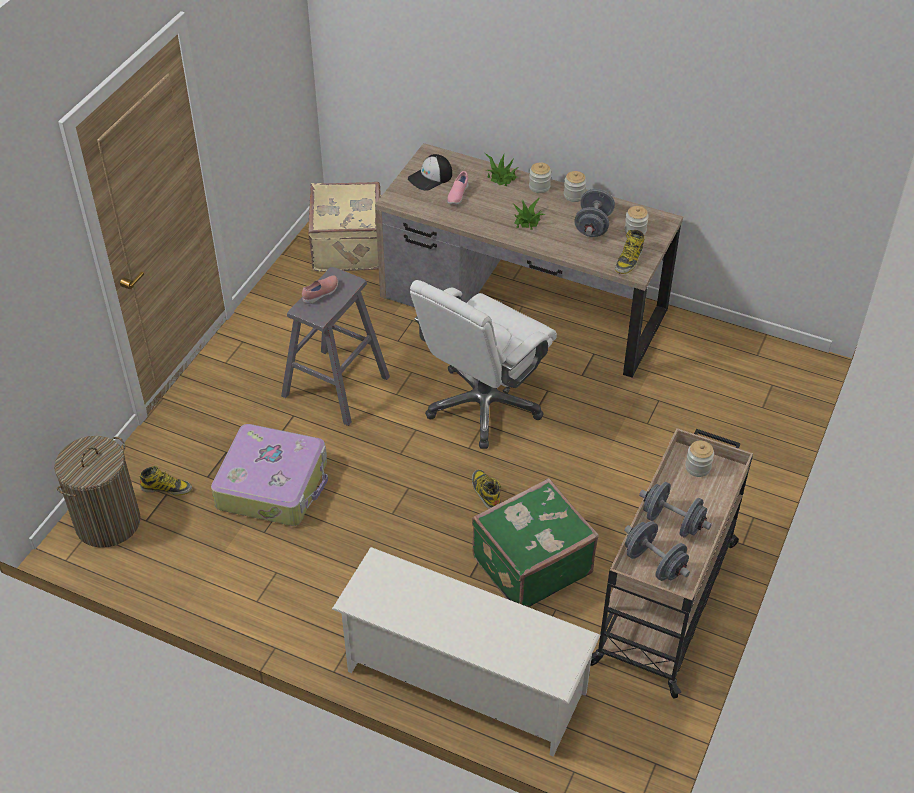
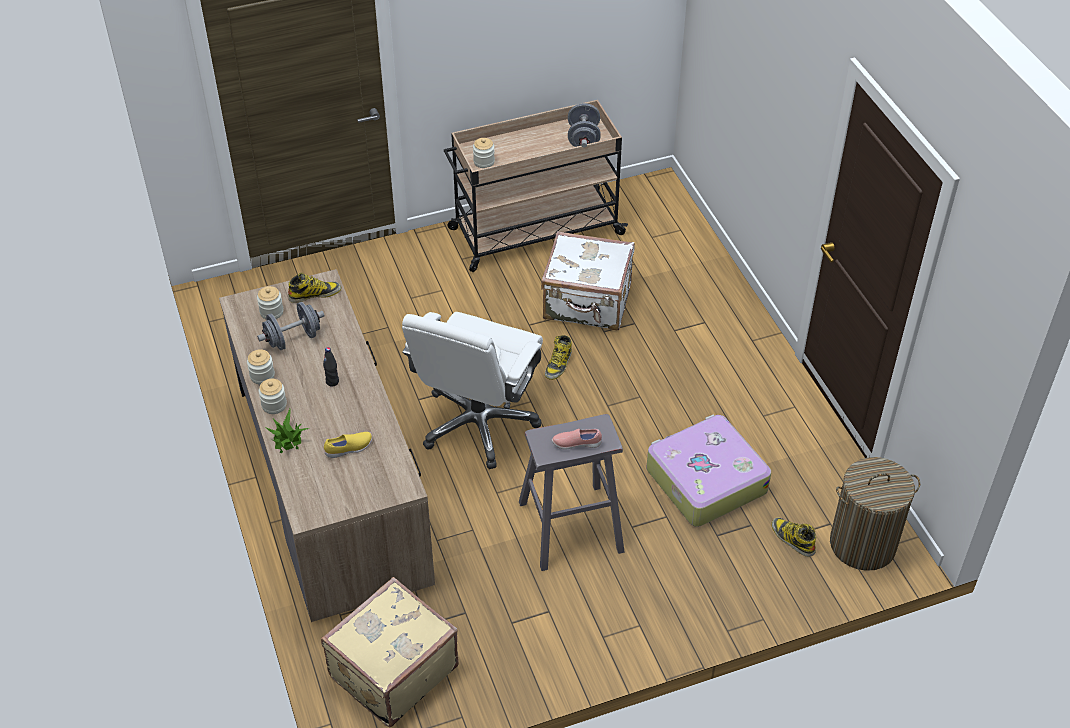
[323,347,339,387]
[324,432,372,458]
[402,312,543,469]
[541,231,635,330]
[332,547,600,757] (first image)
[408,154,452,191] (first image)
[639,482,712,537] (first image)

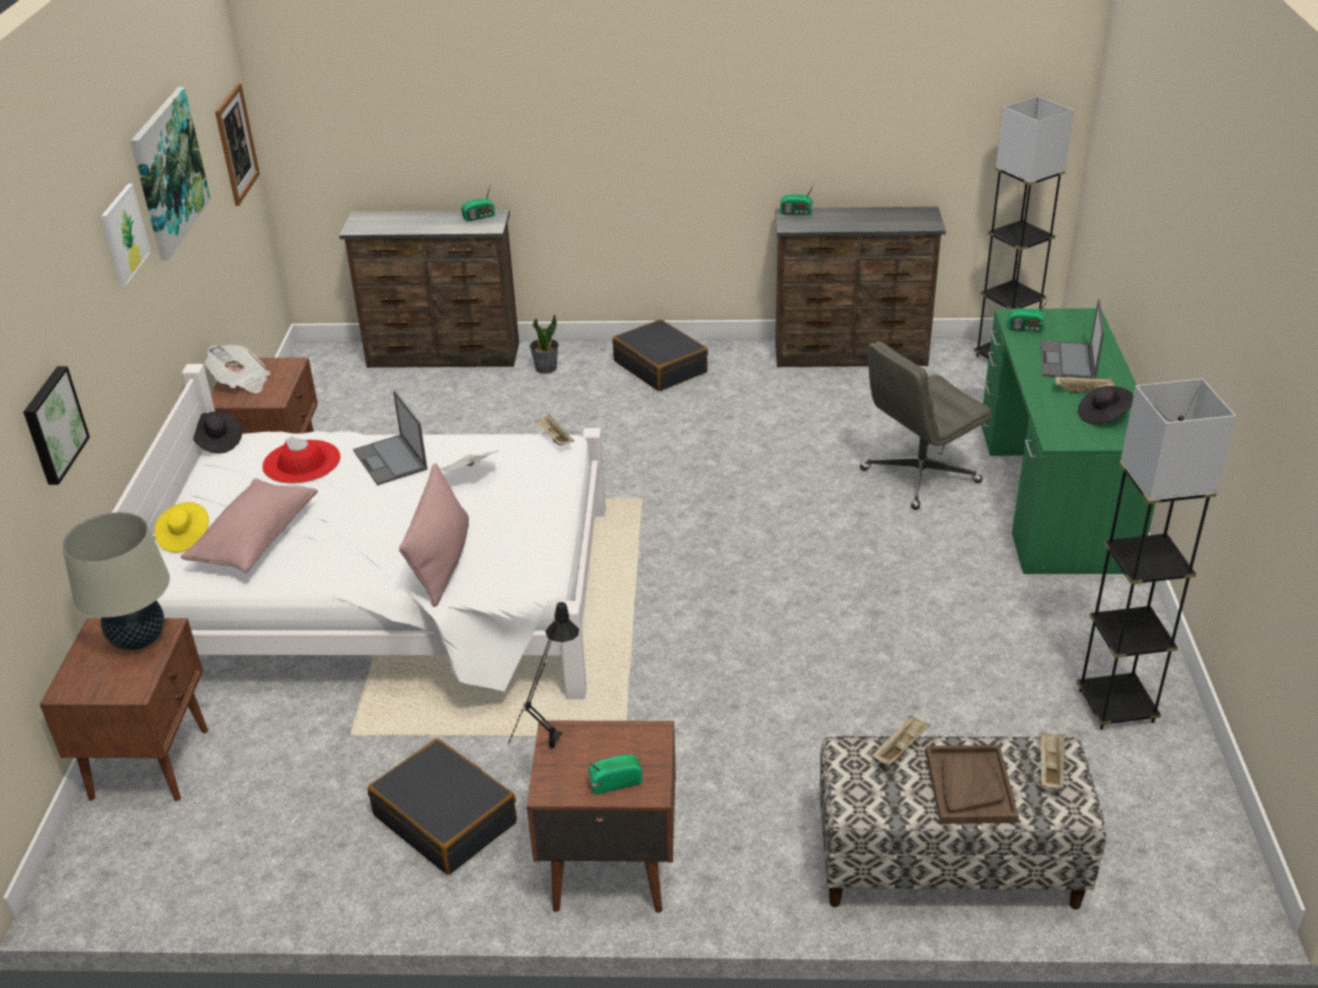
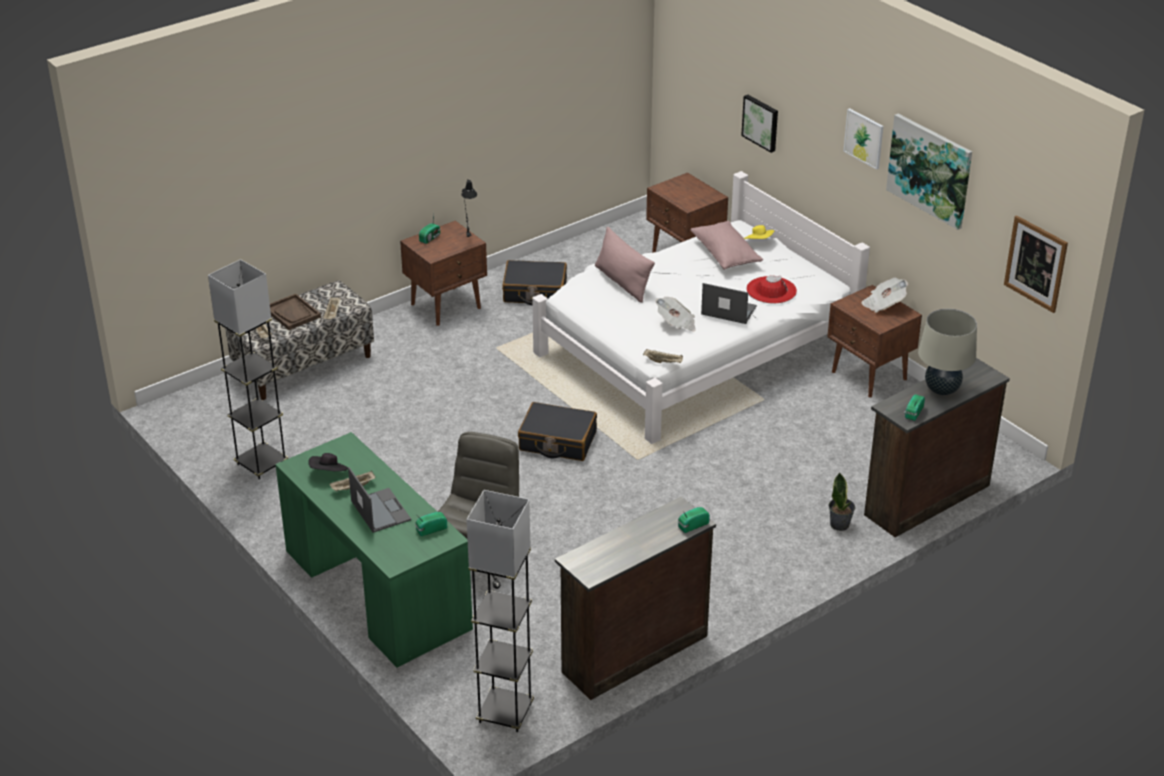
[518,402,597,461]
[918,309,977,395]
[193,412,242,454] (first image)

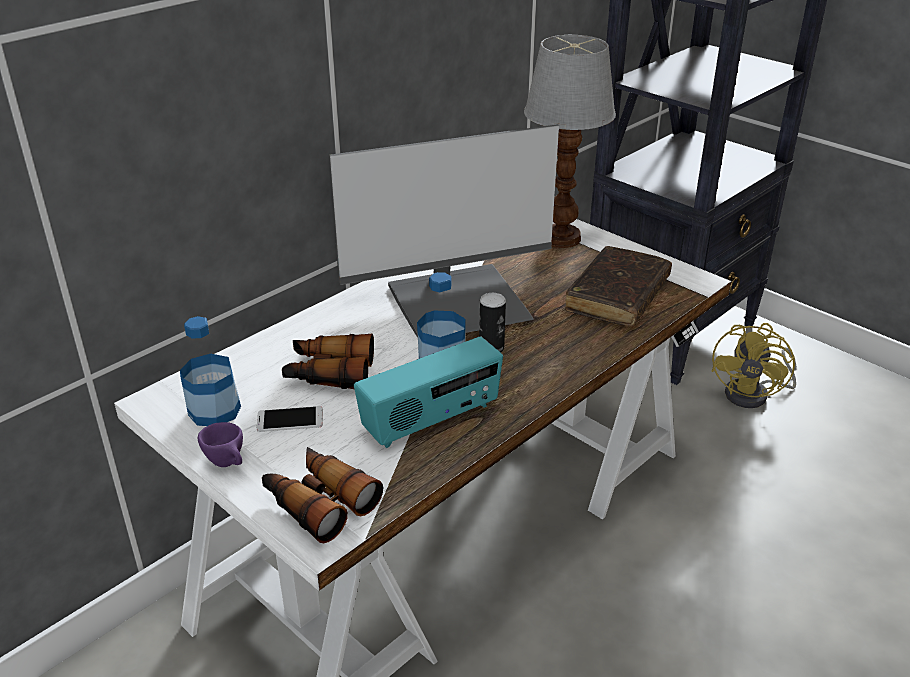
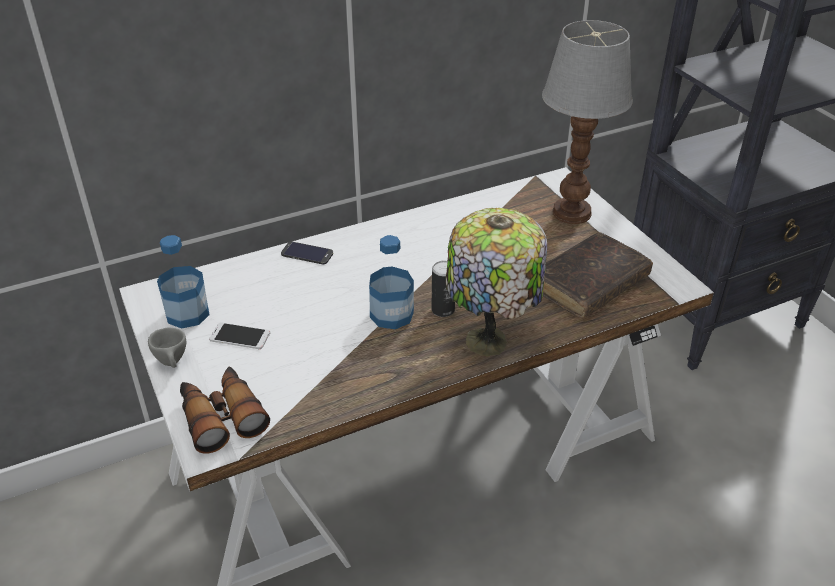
[148,328,186,368]
[281,242,333,264]
[446,208,547,356]
[282,334,374,389] (first image)
[329,124,559,337] (first image)
[354,337,503,448] (first image)
[711,323,796,408] (first image)

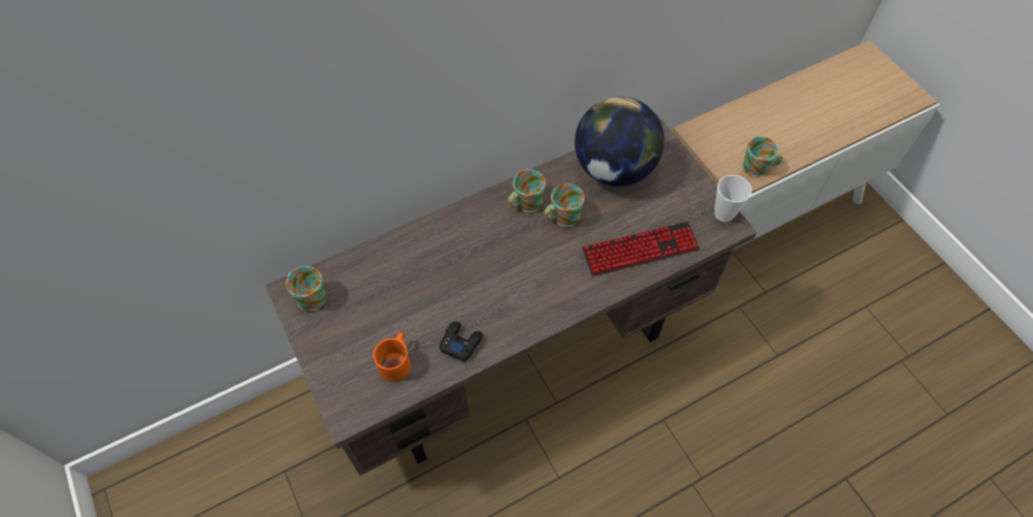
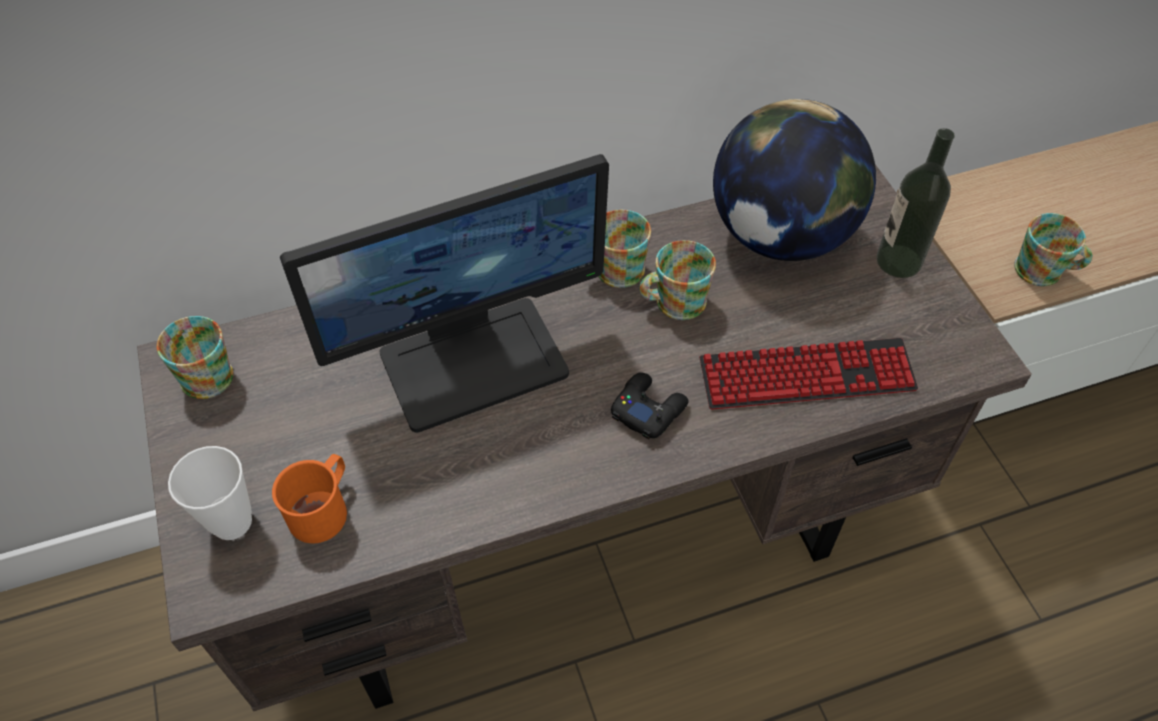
[168,446,252,540]
[280,154,609,433]
[611,372,688,439]
[877,128,955,278]

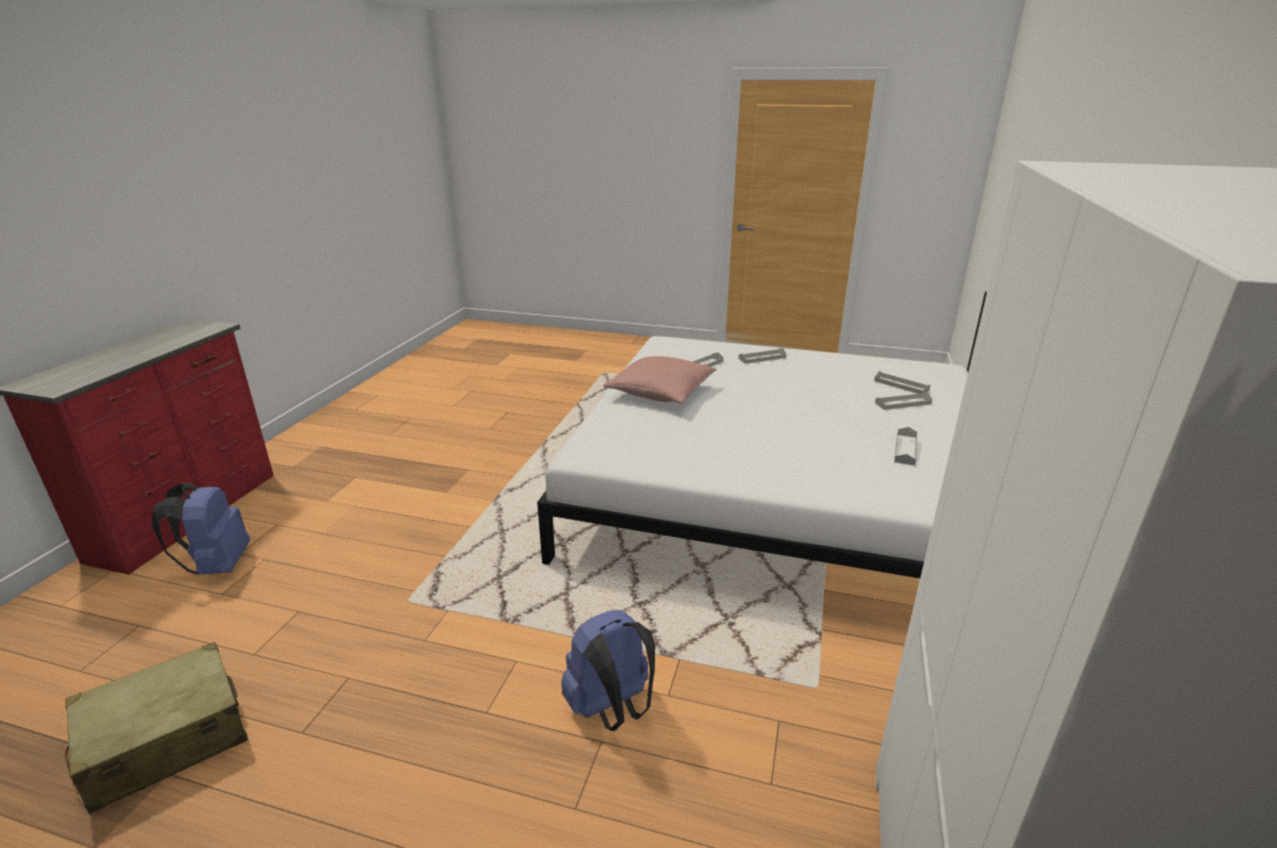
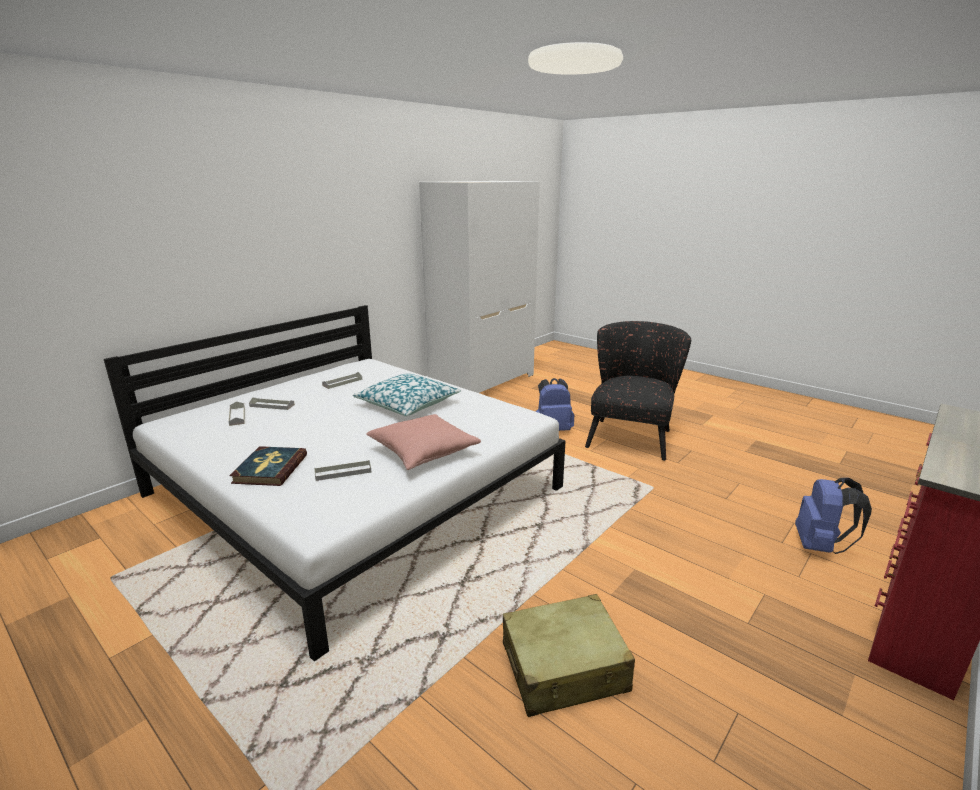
[229,446,307,486]
[352,374,461,416]
[503,594,635,717]
[585,321,691,461]

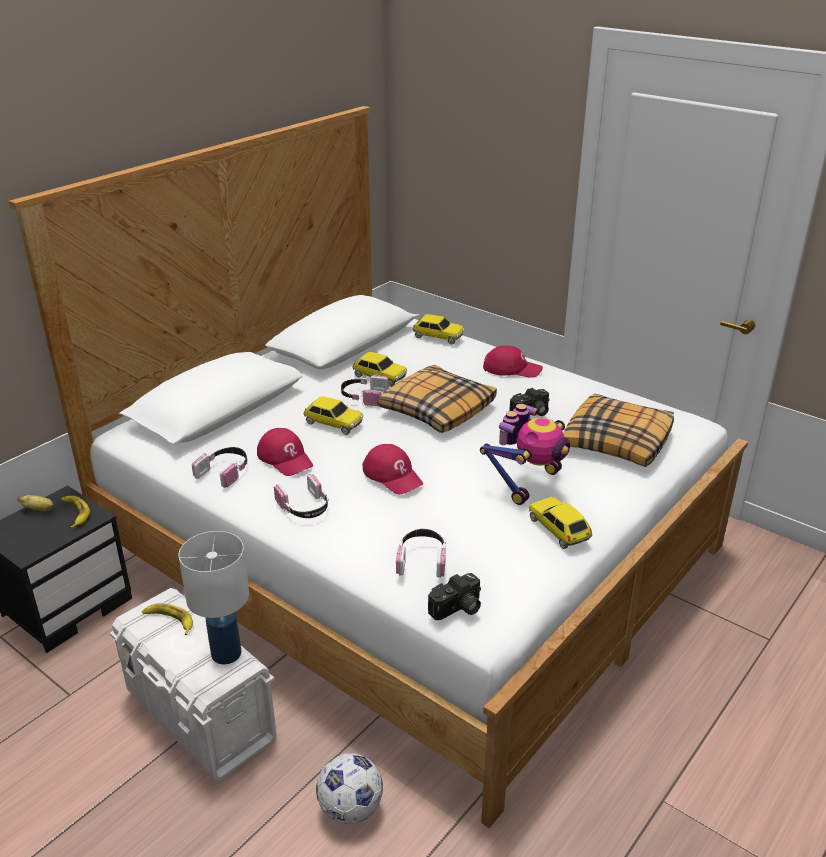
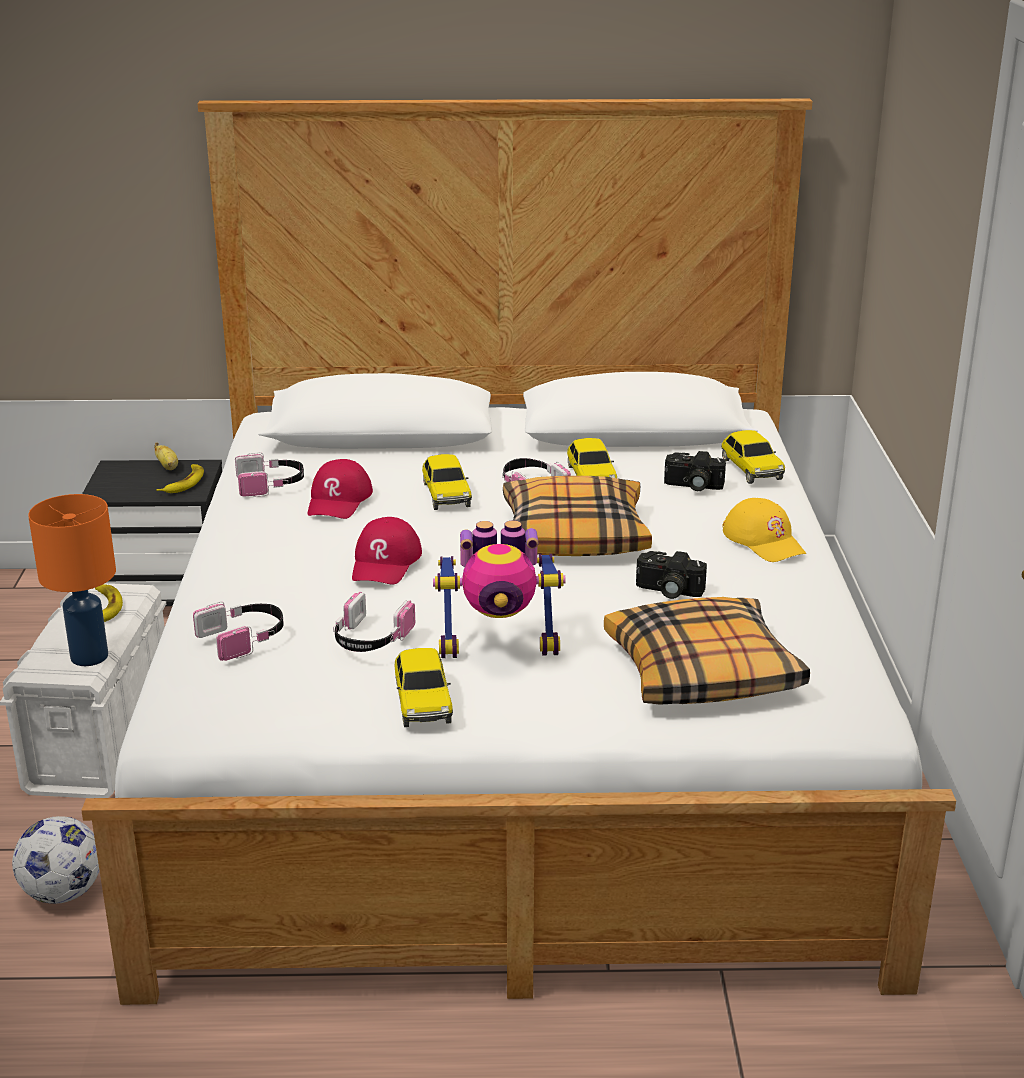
[28,494,116,666]
[333,592,415,652]
[394,648,453,727]
[664,451,726,491]
[722,498,806,562]

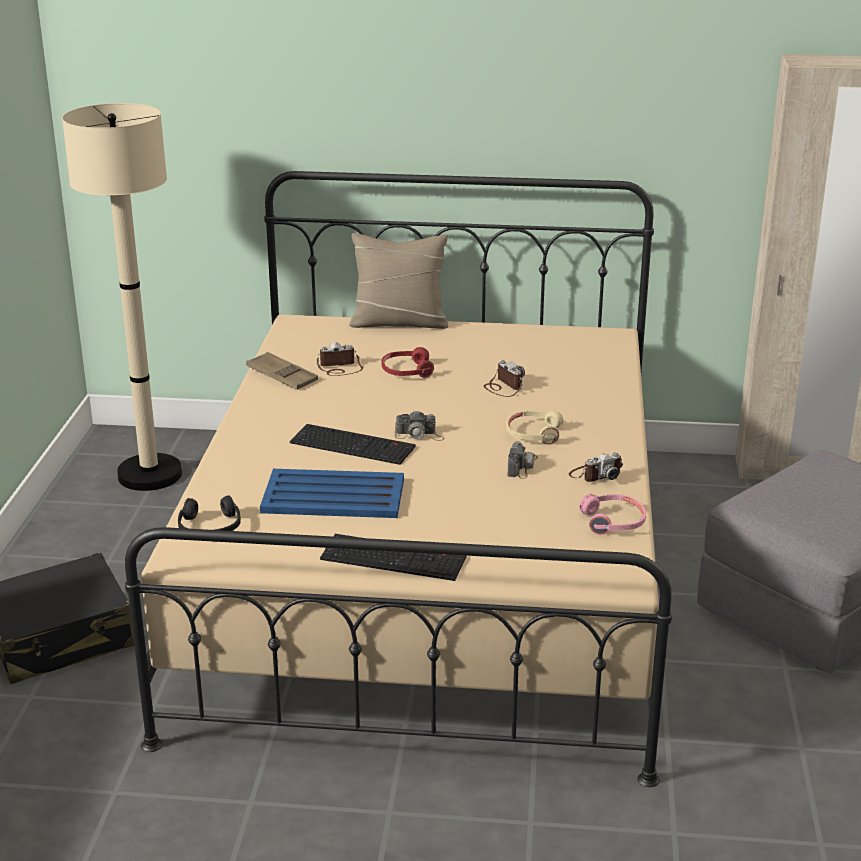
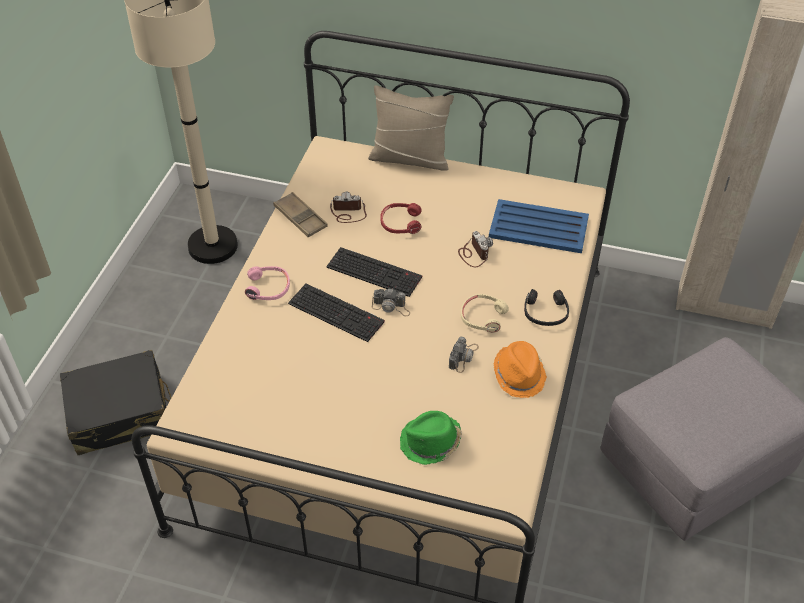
[245,266,290,300]
[326,247,422,297]
[400,411,462,465]
[489,199,589,253]
[494,341,547,398]
[524,289,569,326]

